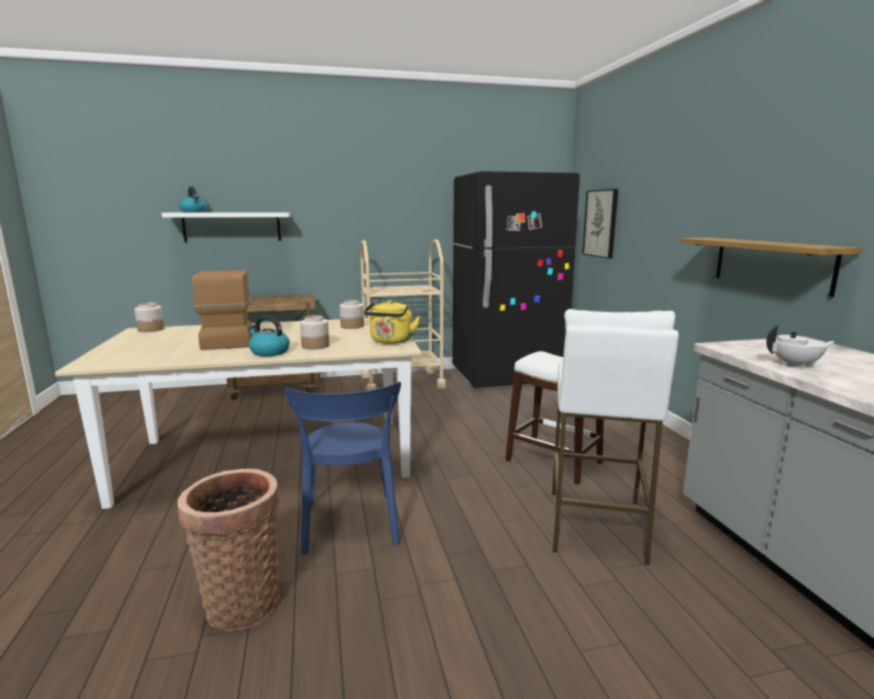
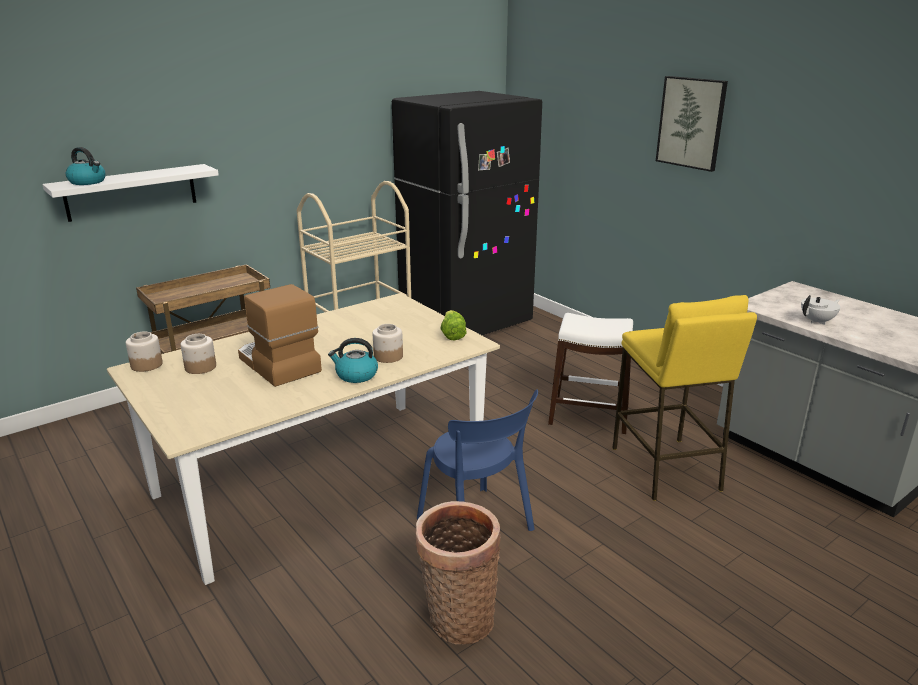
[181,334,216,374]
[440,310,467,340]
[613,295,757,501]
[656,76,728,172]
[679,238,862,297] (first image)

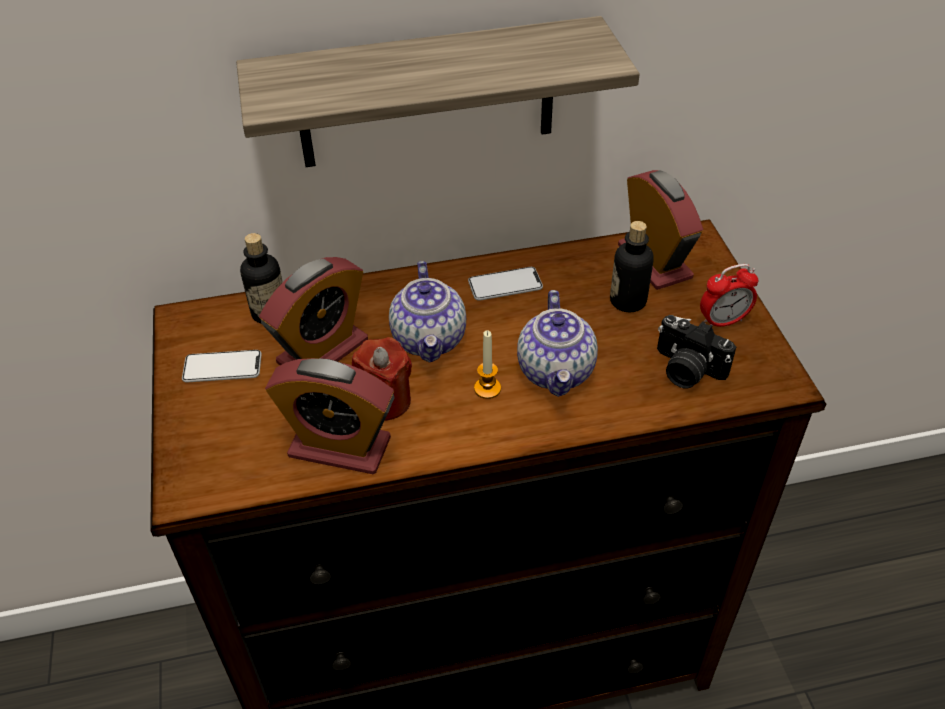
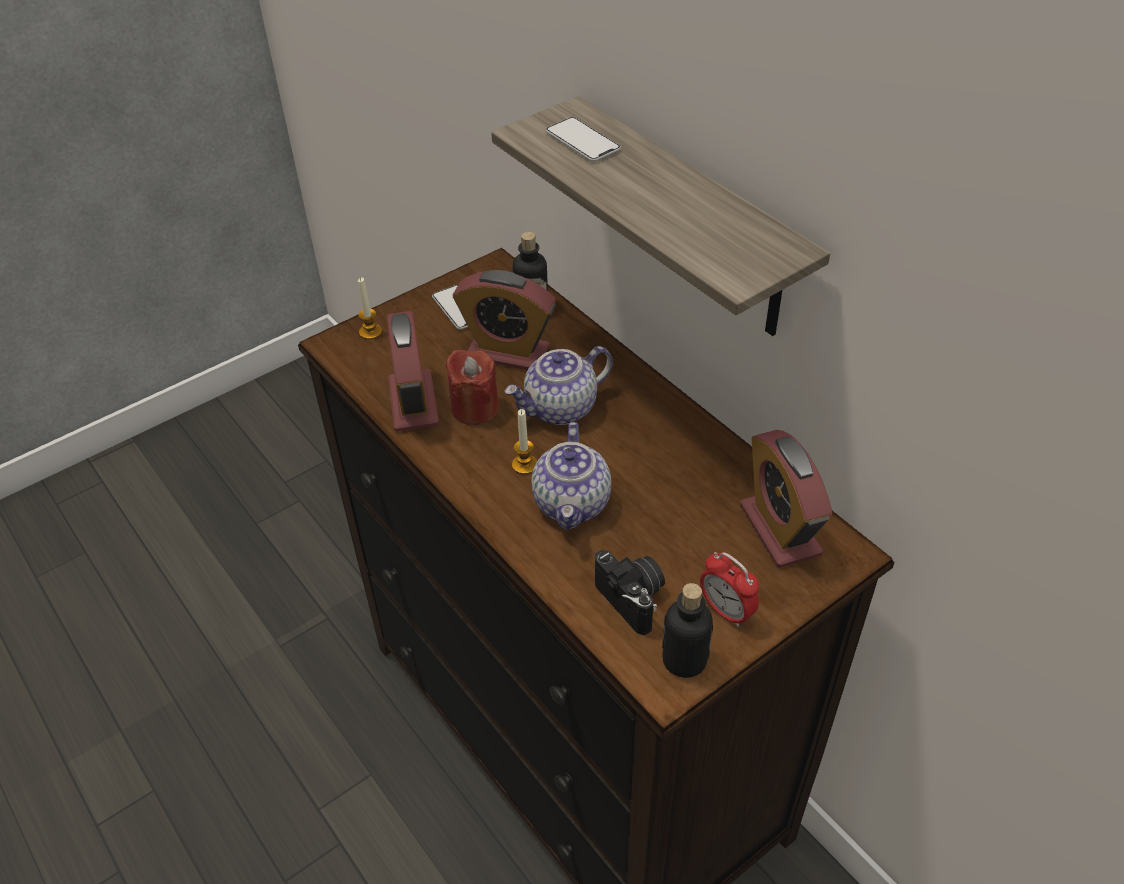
[358,277,382,340]
[531,422,611,530]
[545,117,621,162]
[595,550,665,635]
[662,583,713,678]
[740,430,832,568]

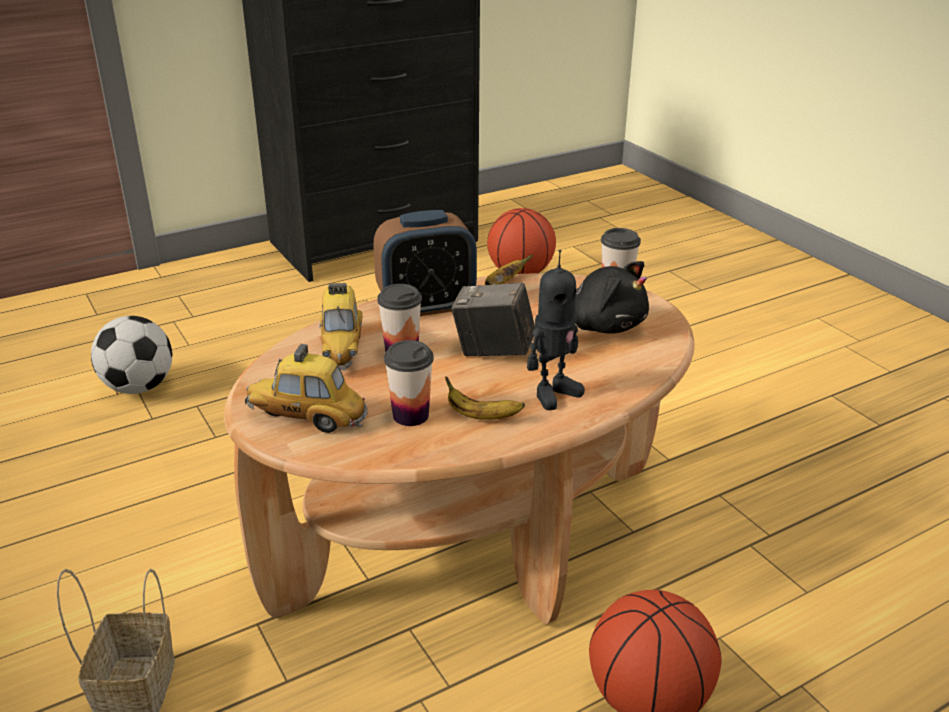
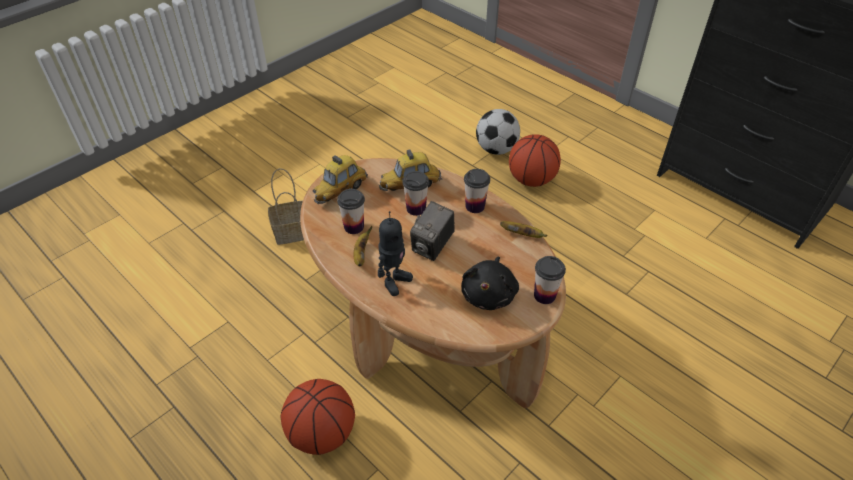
[313,155,368,204]
[378,211,413,296]
[410,201,454,261]
[464,169,490,213]
[509,134,561,187]

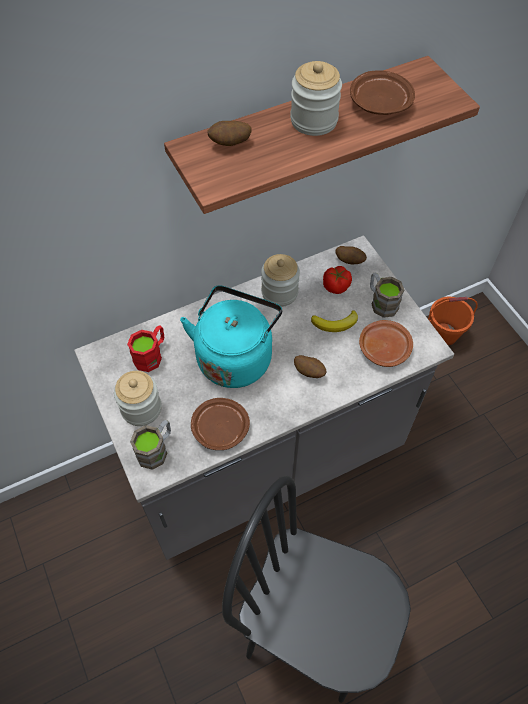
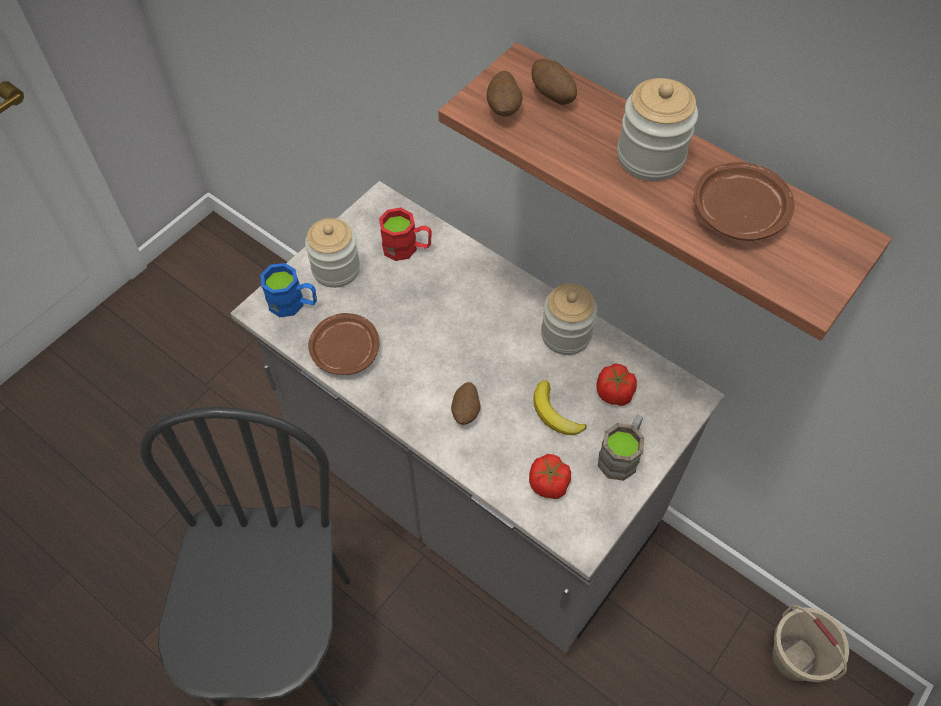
[260,263,317,317]
[487,71,522,117]
[529,454,571,499]
[772,605,849,682]
[180,285,282,388] (first image)

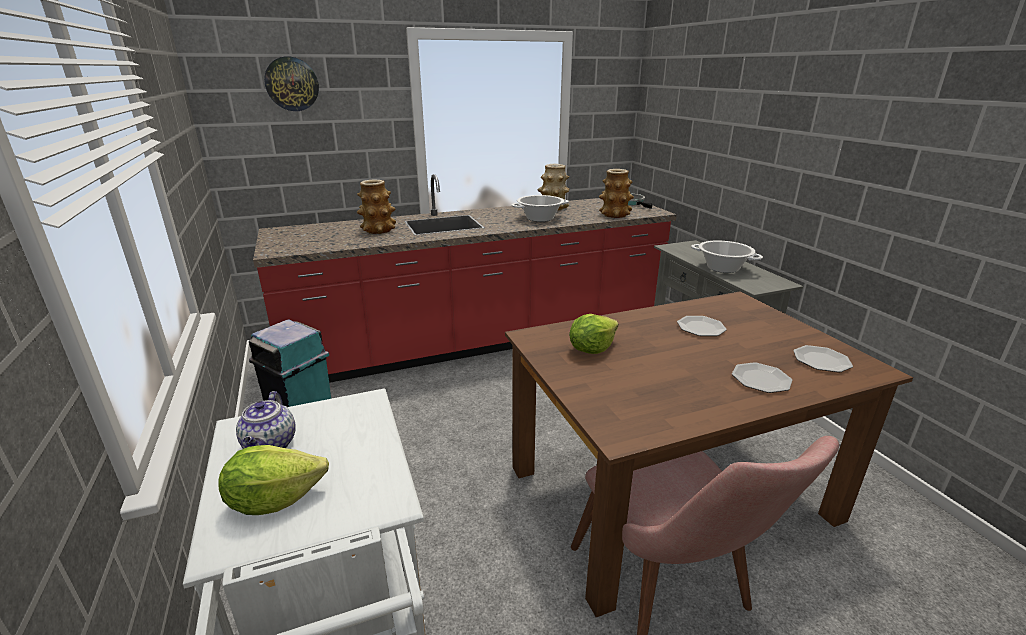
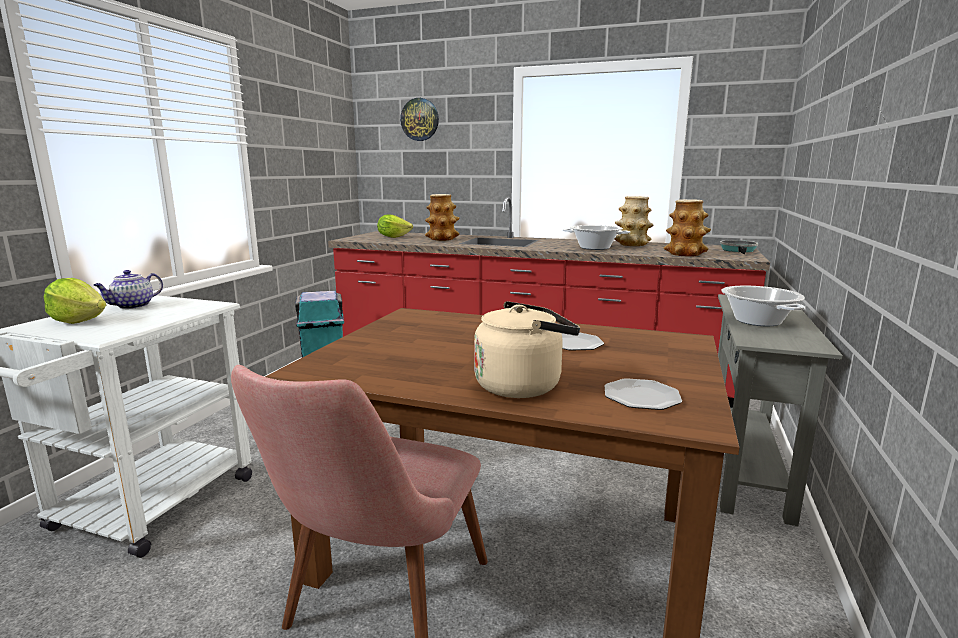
[377,214,413,238]
[474,301,580,398]

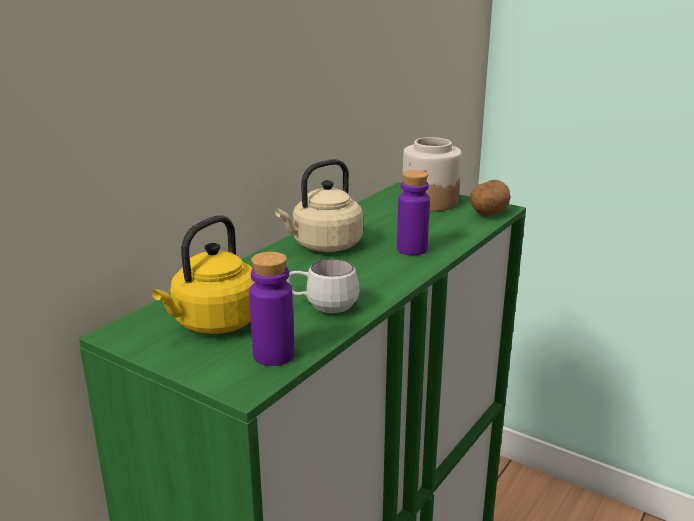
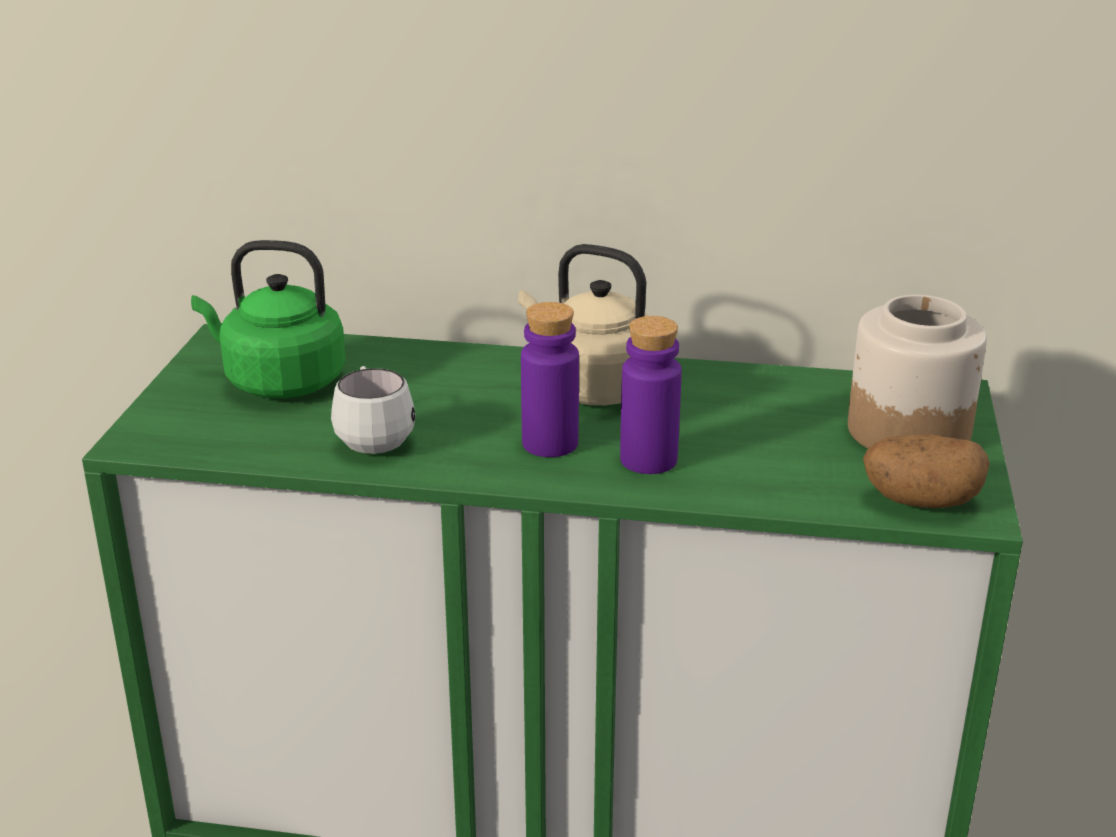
[191,240,346,398]
[521,302,579,457]

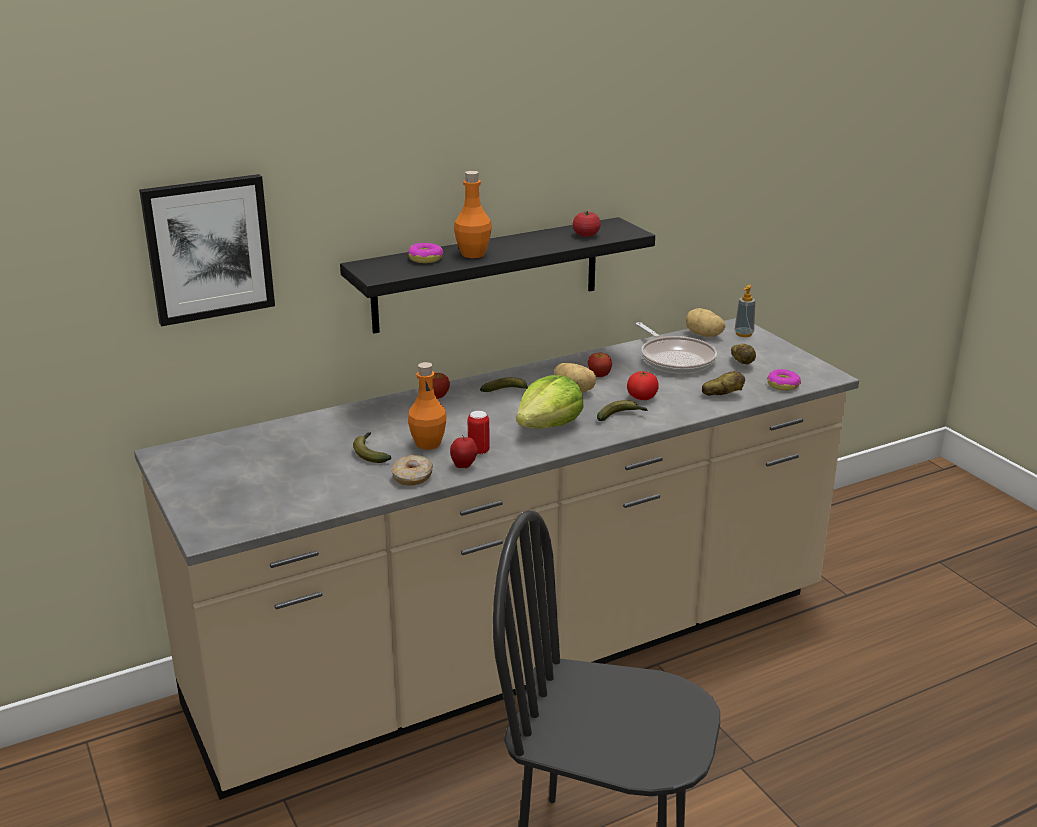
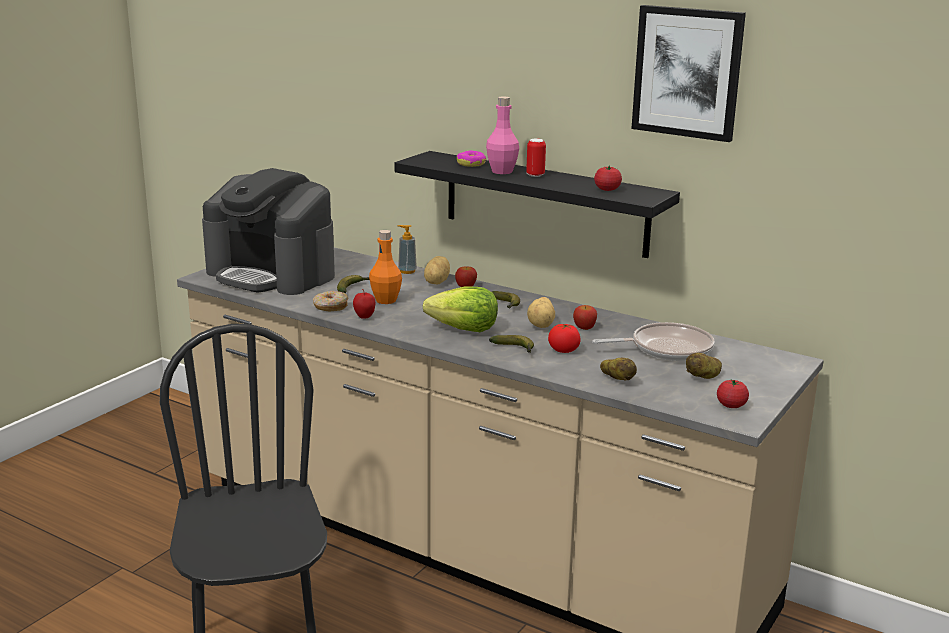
[202,168,335,295]
[398,225,417,274]
[424,256,450,284]
[486,96,519,174]
[526,139,546,177]
[592,322,715,361]
[631,5,746,142]
[717,380,749,408]
[767,369,801,391] (first image)

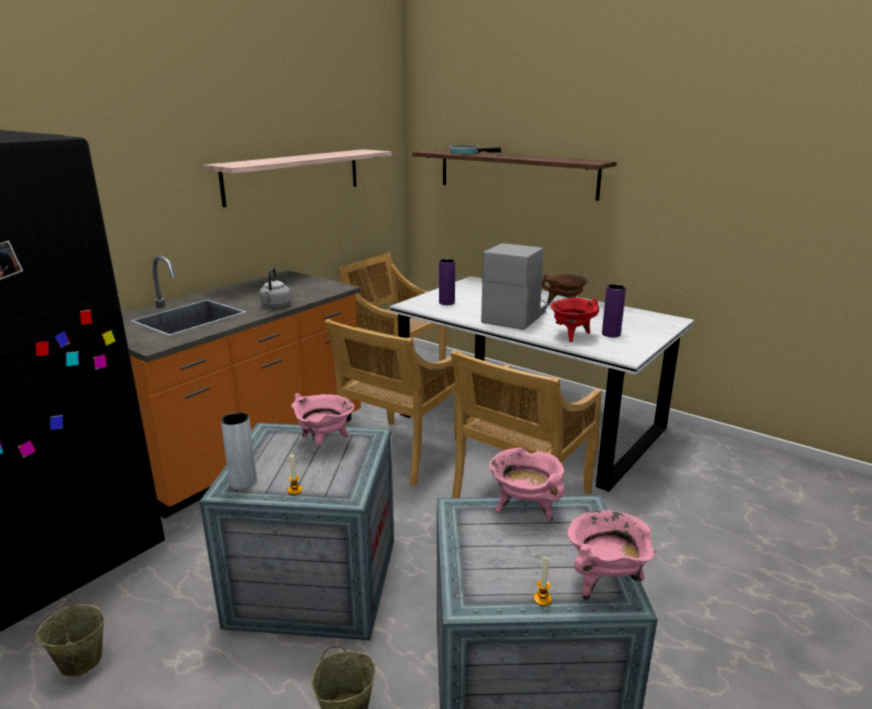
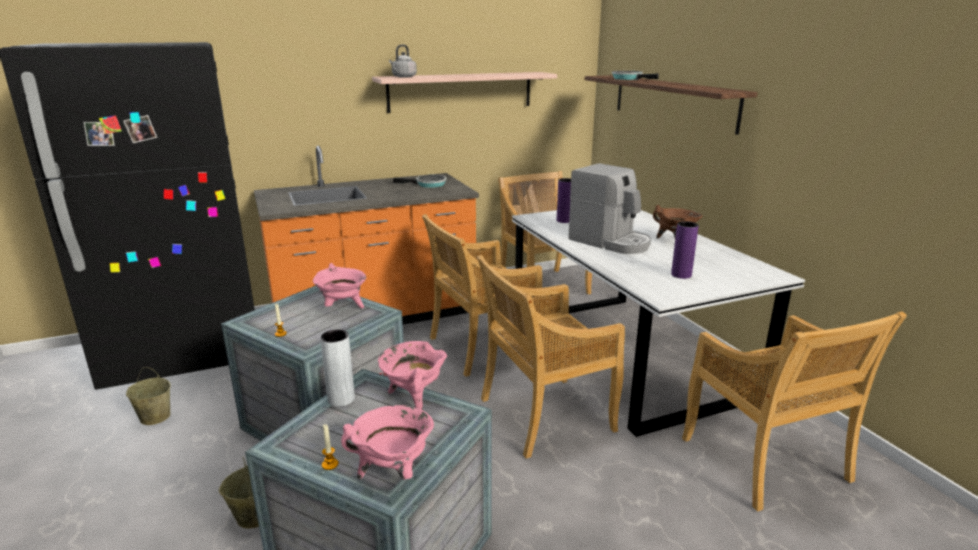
[320,330,355,407]
[389,44,417,78]
[393,175,447,188]
[568,163,651,254]
[682,312,907,511]
[551,297,599,342] (first image)

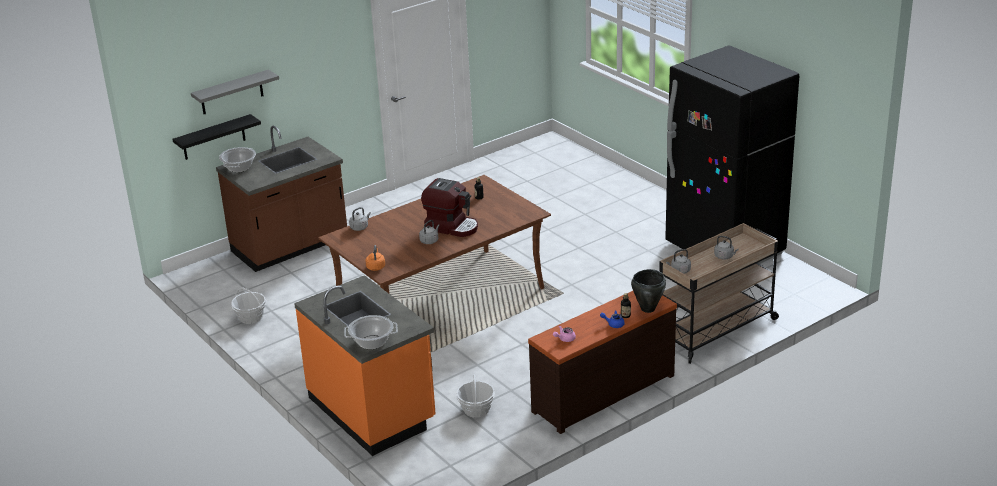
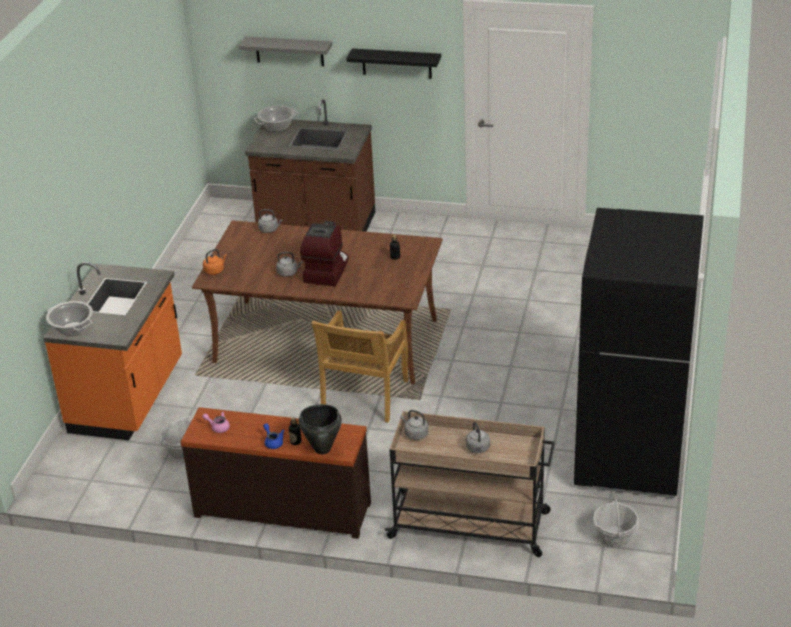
[300,221,349,286]
[311,310,409,422]
[346,48,441,79]
[593,497,639,547]

